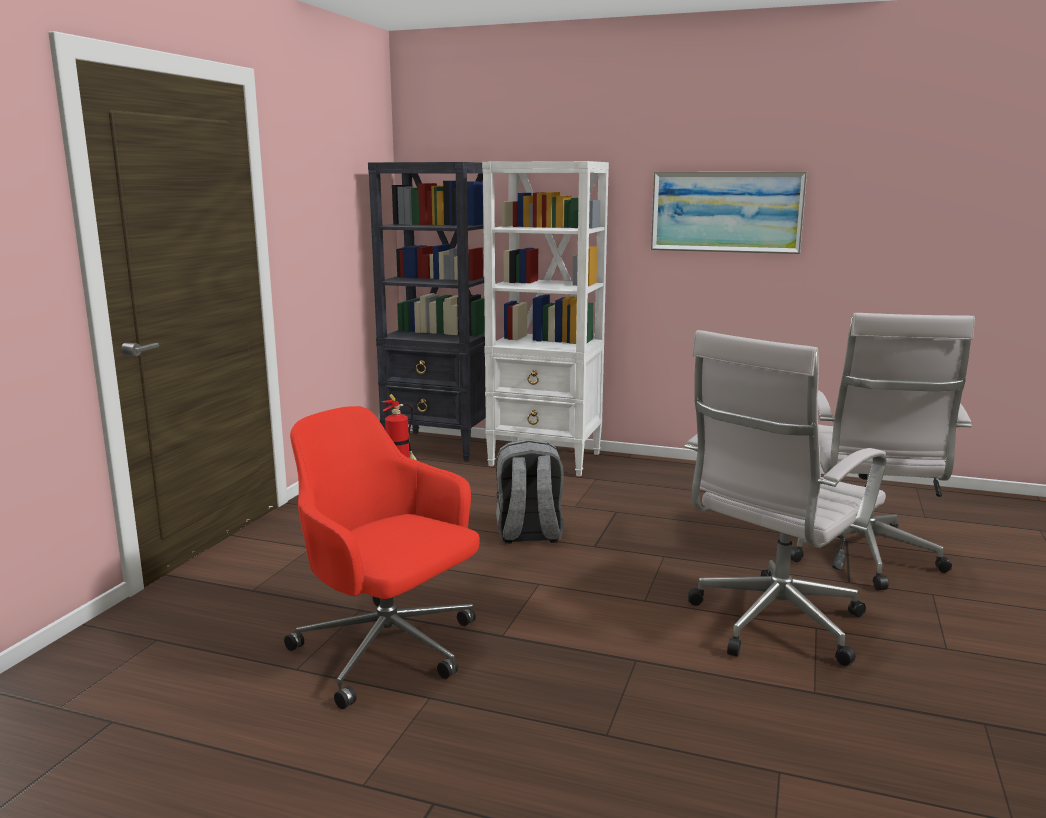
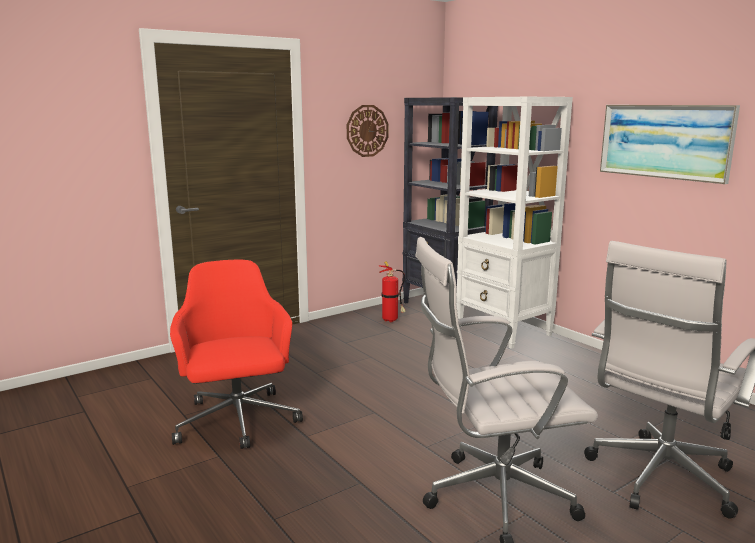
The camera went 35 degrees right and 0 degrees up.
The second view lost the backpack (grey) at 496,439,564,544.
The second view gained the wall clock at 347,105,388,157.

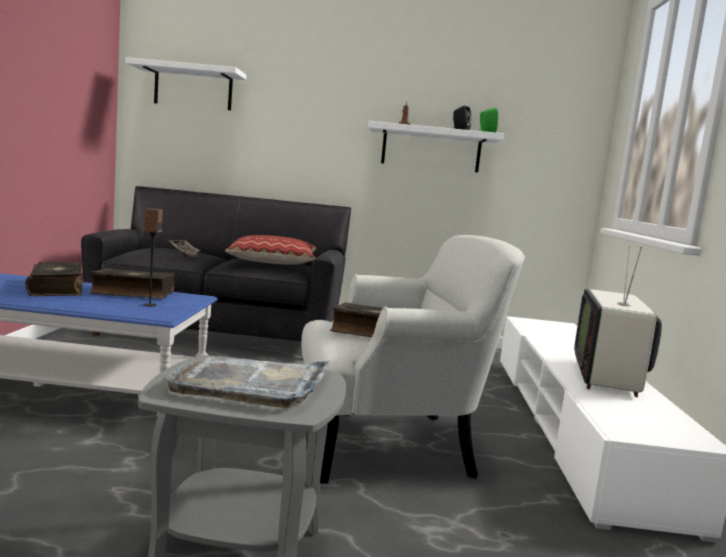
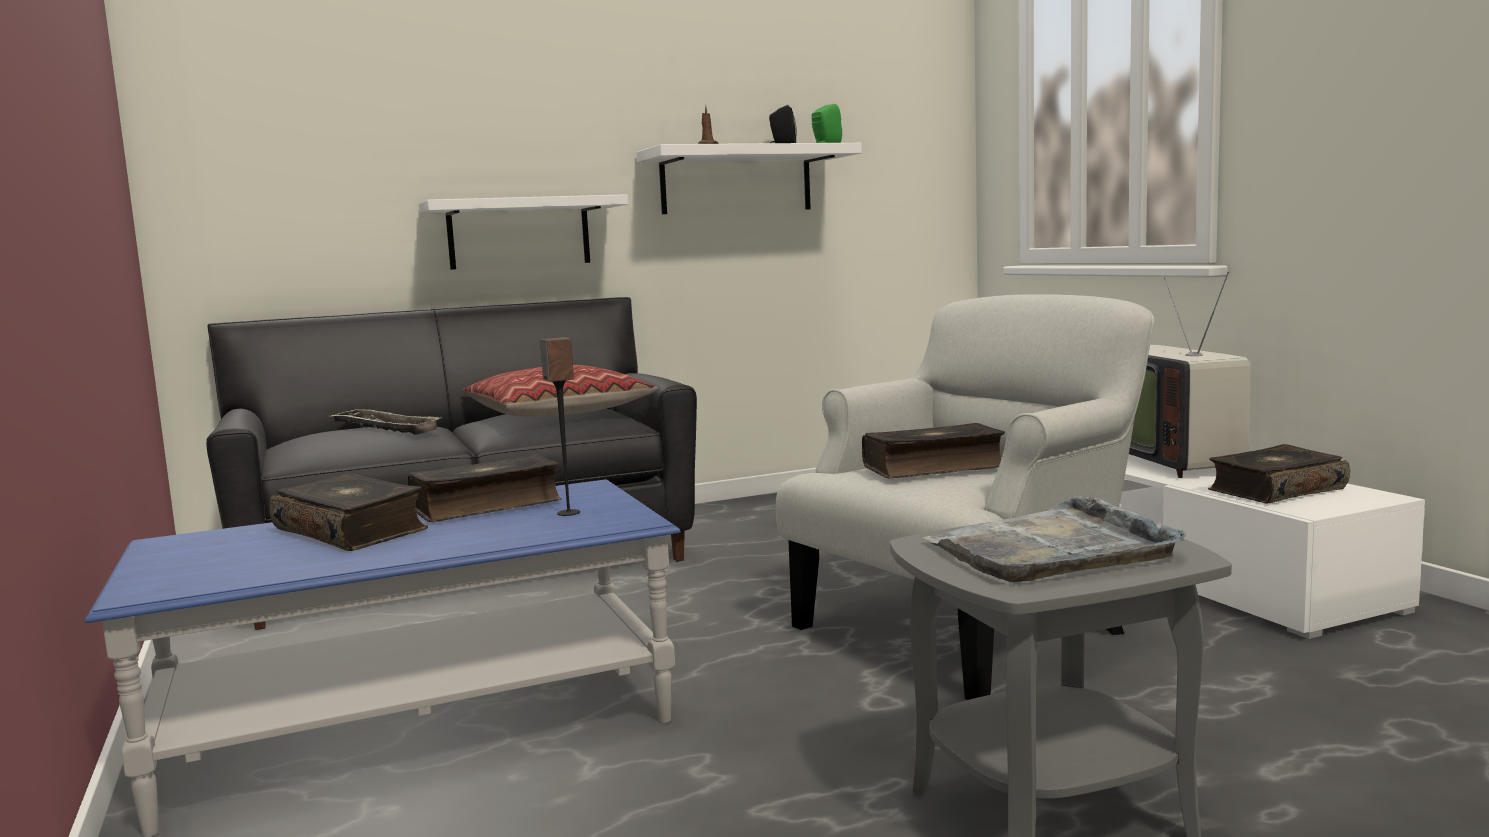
The camera went 25 degrees left and 0 degrees up.
The shelf (white) ended up elsewhere, having gone from 125,57,246,110 to 419,194,628,270.
The second view gained the book at 1208,444,1350,504.

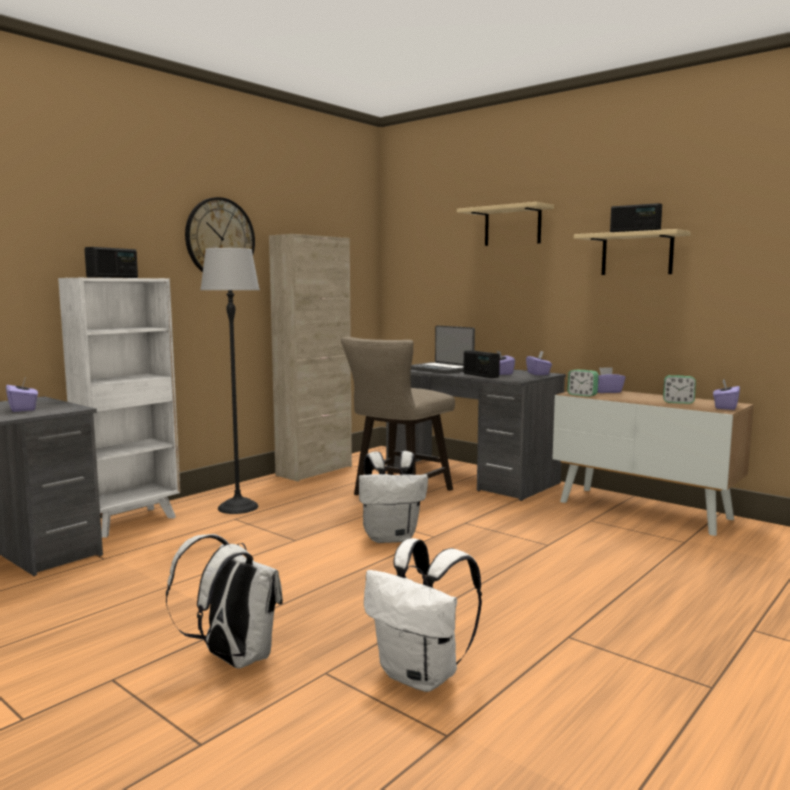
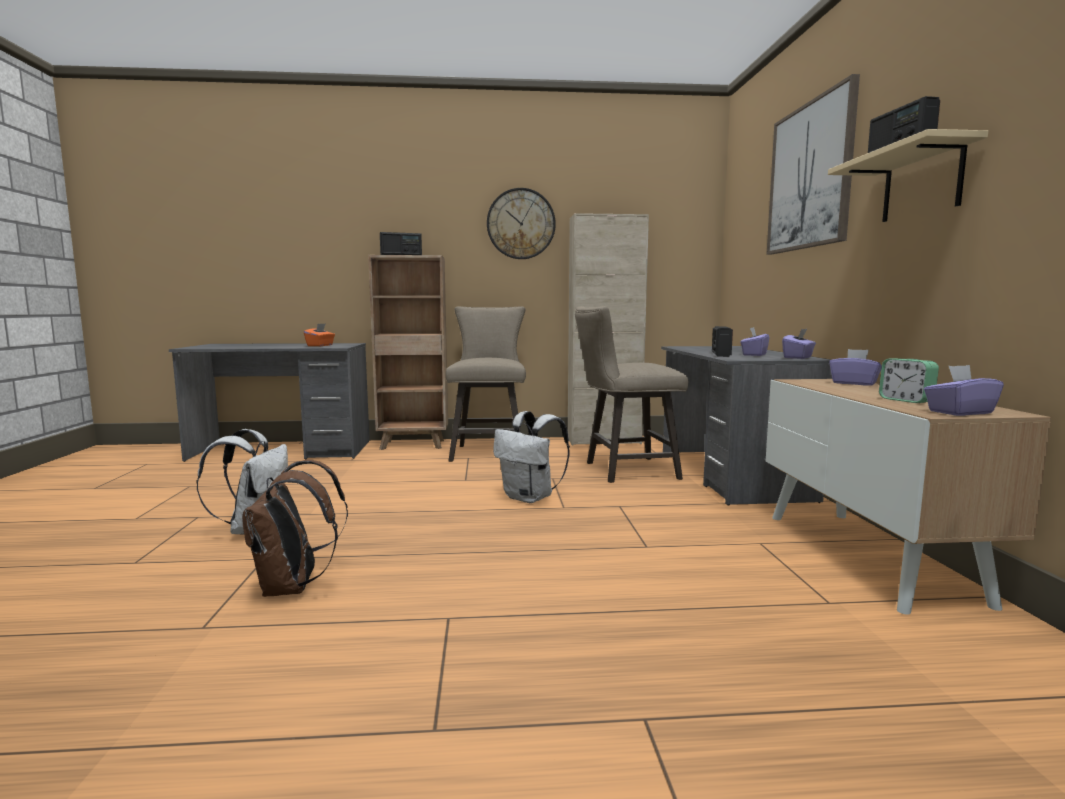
The camera went 45 degrees right and 0 degrees up.
Where the shelf (beige) hung at 457,202,554,246, the picture came to hang at 767,74,860,254.
Where the floor lamp stood at 200,248,260,514, the stool (beige) came to stand at 446,306,526,462.
What was the bookcase (white) at 58,278,180,538 turned into the bookcase (brown) at 368,255,448,450.
The second view lost the laptop at 411,325,475,374.
The second view lost the alarm clock at 567,370,599,397.
What was the tissue box (purple) at 6,377,38,412 turned into the tissue box (orange) at 304,324,335,346.
What was the backpack (white) at 364,538,482,692 turned into the backpack (brown) at 242,460,348,597.

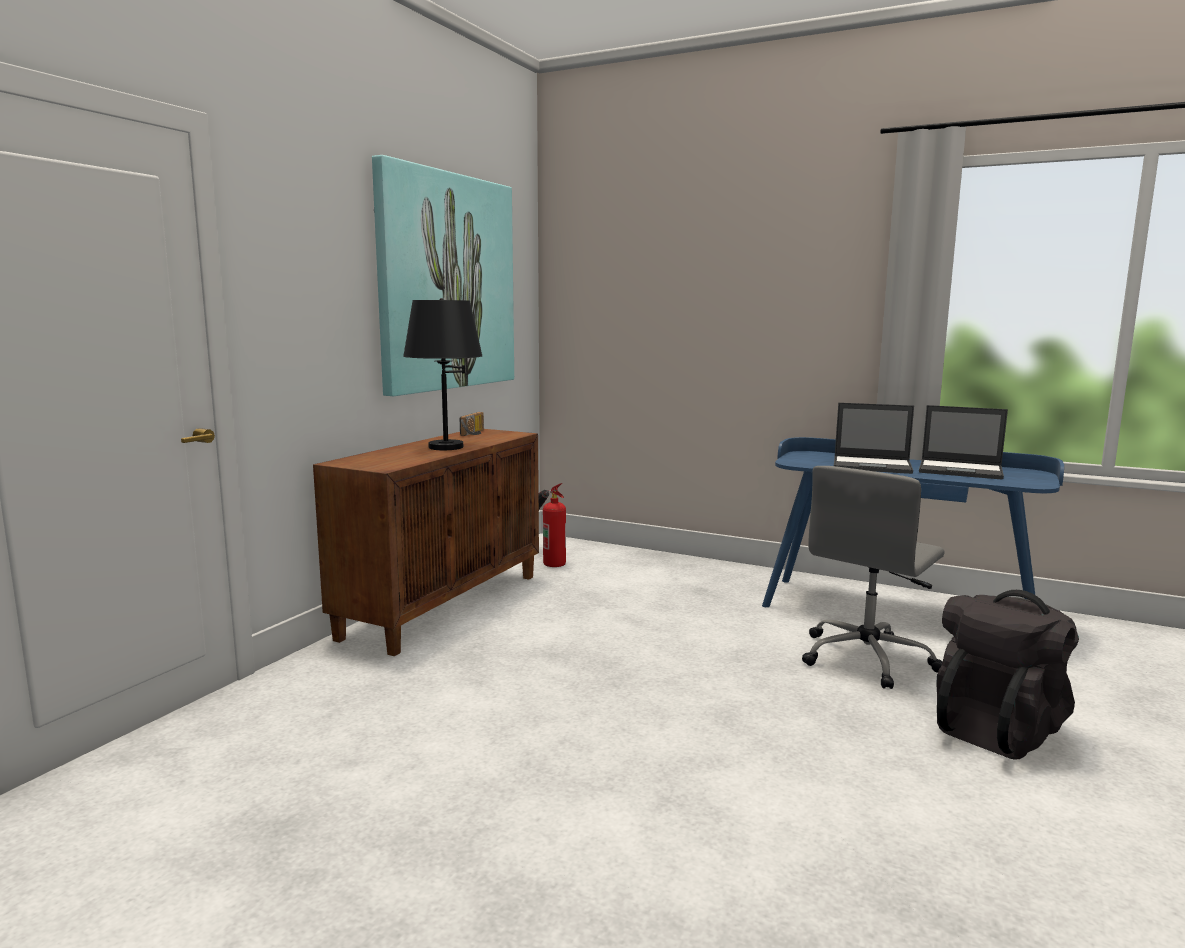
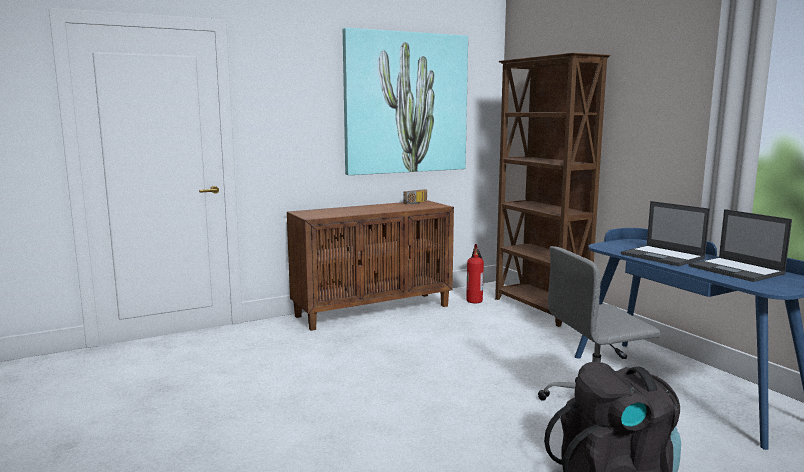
The camera went 35 degrees right and 0 degrees up.
The second view lost the table lamp (black) at 403,298,482,450.
The second view gained the bookcase (brown) at 495,53,610,327.

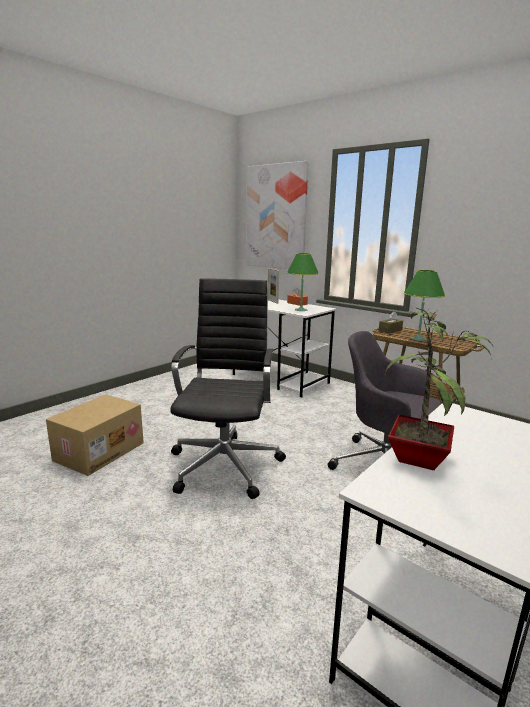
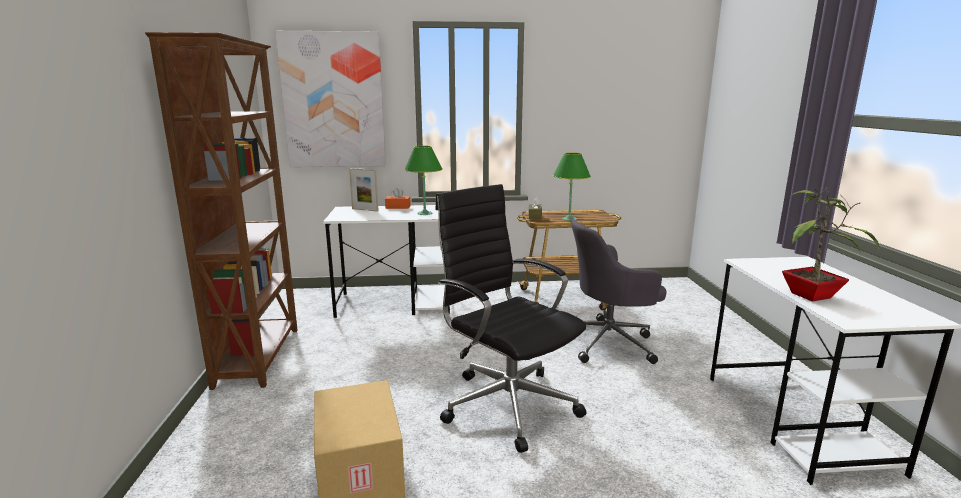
The camera went 45 degrees left and 0 degrees up.
The second view gained the bookcase (brown) at 145,32,298,390.

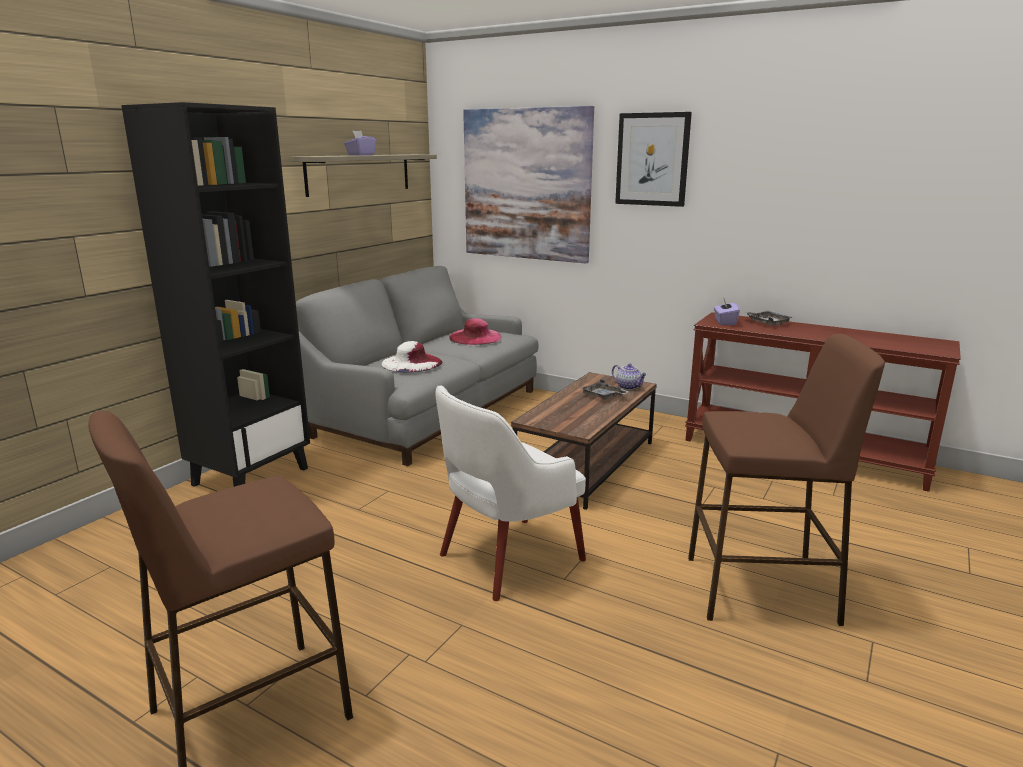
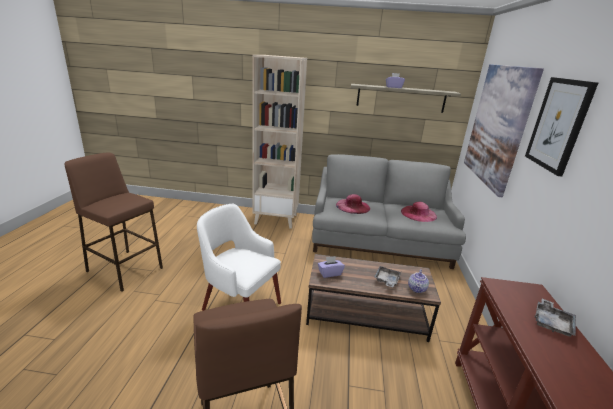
The camera went 65 degrees right and 5 degrees up.
What was the bookcase (black) at 121,102,310,487 turned into the bookcase (beige) at 253,55,307,229.
The tissue box (purple) ended up elsewhere, having gone from 714,297,740,325 to 318,256,345,278.
What was the hat (white) at 381,341,443,372 turned into the hat (pink) at 336,194,370,214.

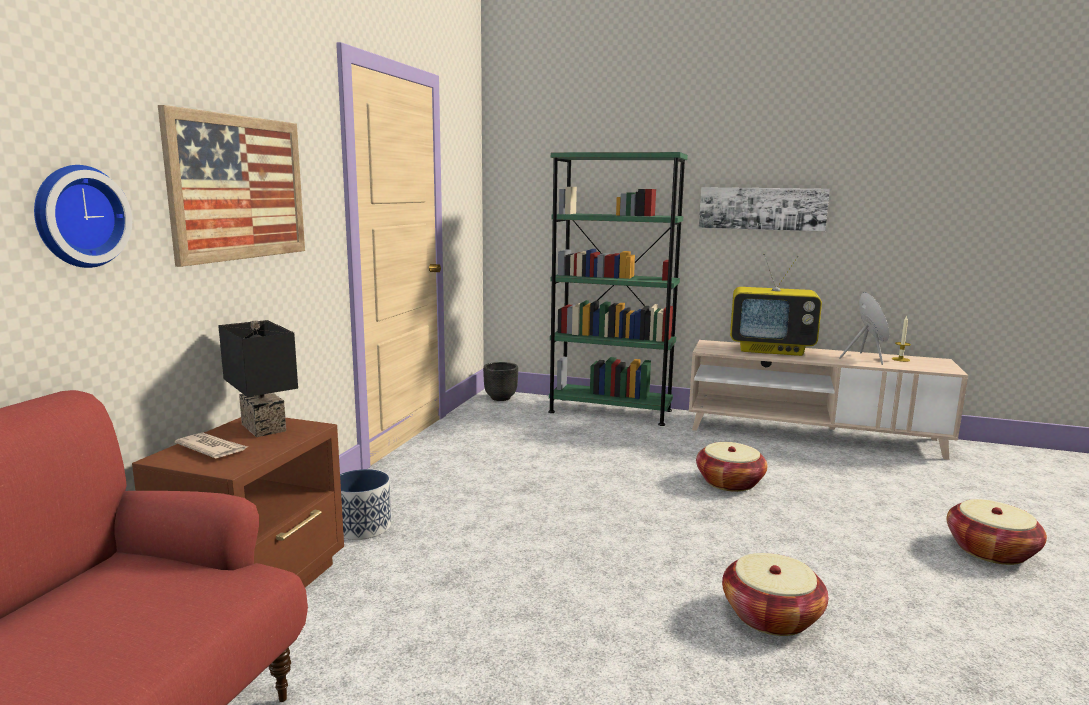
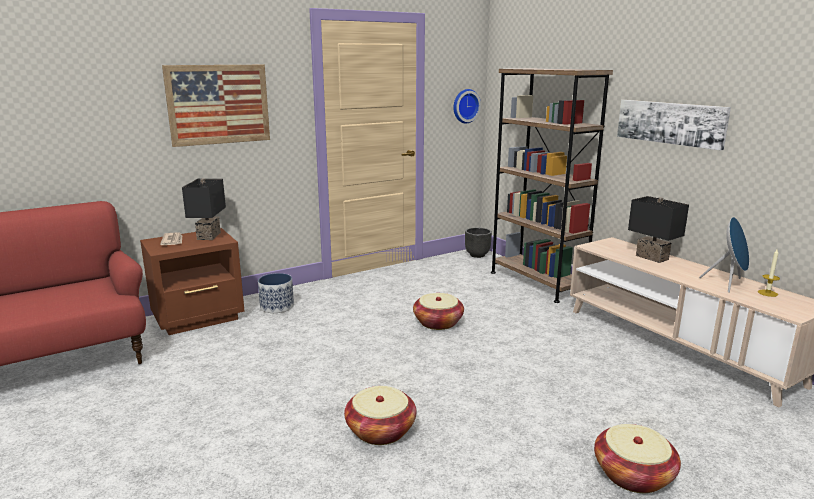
The camera went 40 degrees right and 5 degrees up.
What was the bookcase (green) at 548,152,688,426 turned into the bookcase (brown) at 491,68,613,303.
The wall clock ended up elsewhere, having gone from 34,165,132,268 to 453,89,481,123.
Where the television stood at 730,253,822,356, the table lamp (black) came to stand at 628,196,689,263.
The basket ended up elsewhere, having gone from 696,442,767,492 to 413,293,464,330.

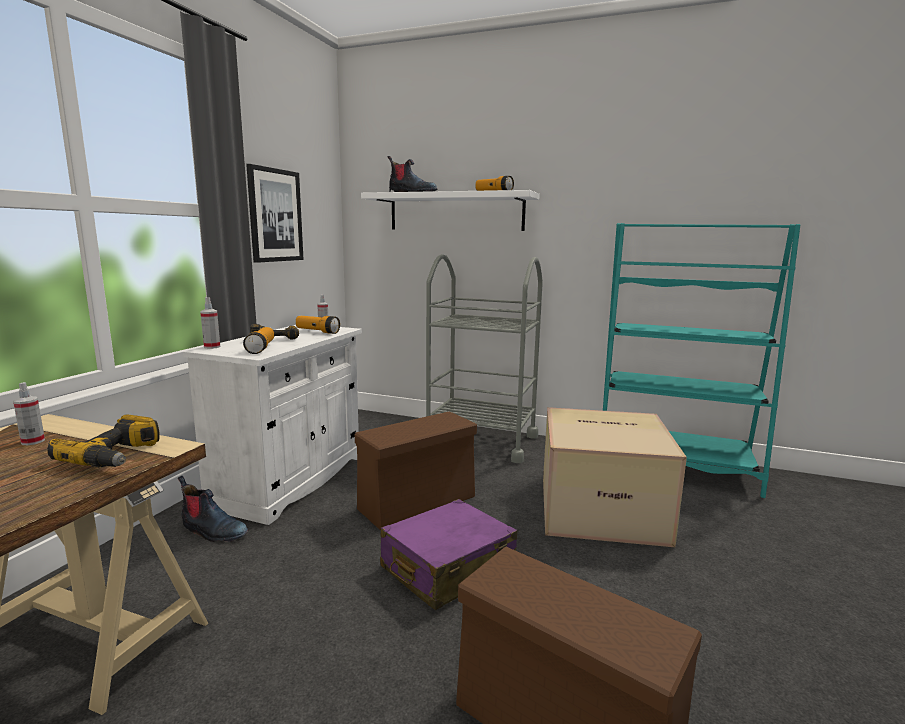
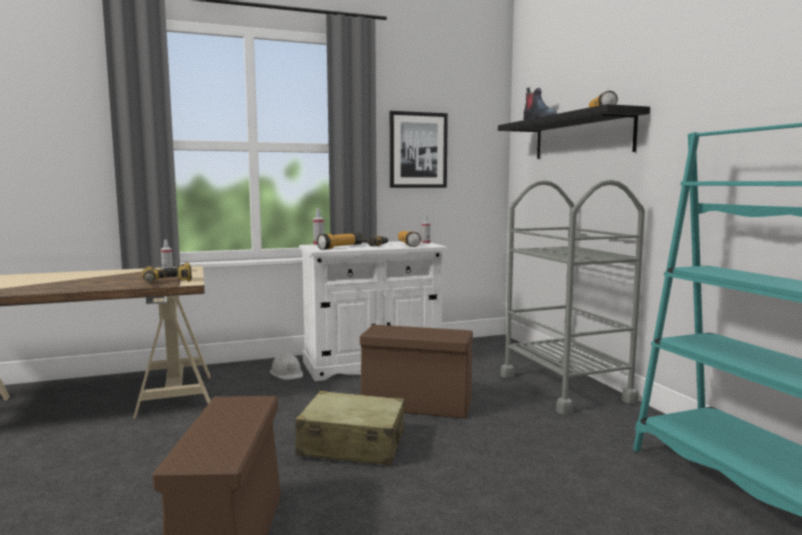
The camera went 50 degrees right and 5 degrees down.
What was the shelf (white) at 361,190,540,231 turned into the shelf (black) at 498,104,650,159.
The second view lost the cardboard box at 543,407,687,547.
Where the boot stood at 178,476,248,542, the hard hat (white) came to stand at 270,353,303,380.
What was the suitcase (purple) at 380,499,517,610 turned into the suitcase (beige) at 295,391,405,466.

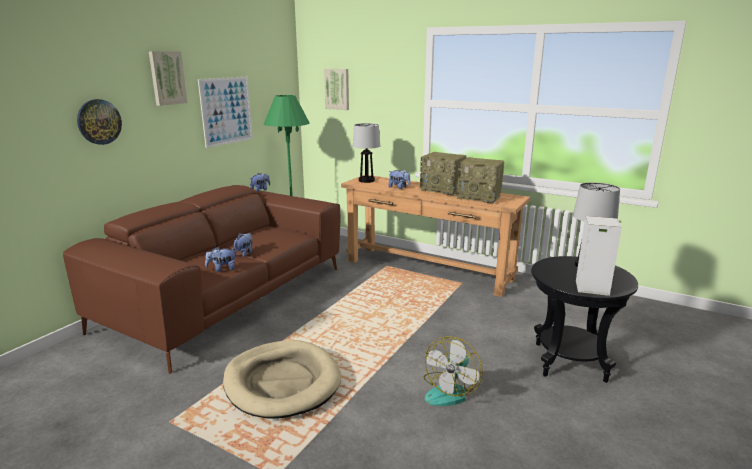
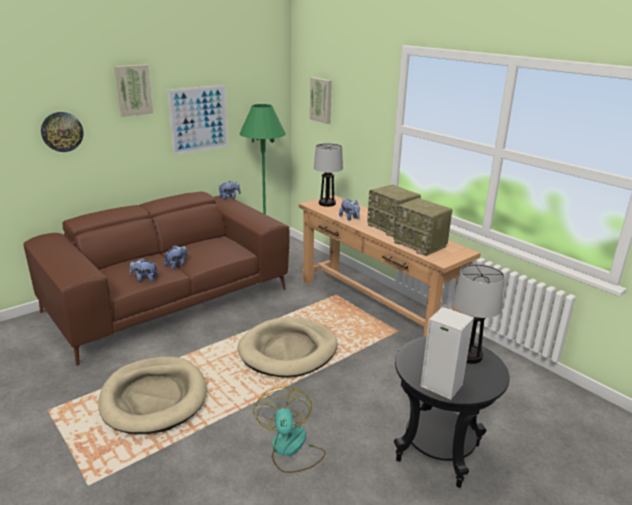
The camera went 20 degrees right and 5 degrees up.
The fan at 424,336,483,406 ended up facing another way, 120 degrees clockwise from before.
The second view gained the dog bed (beige) at 238,317,338,377.

